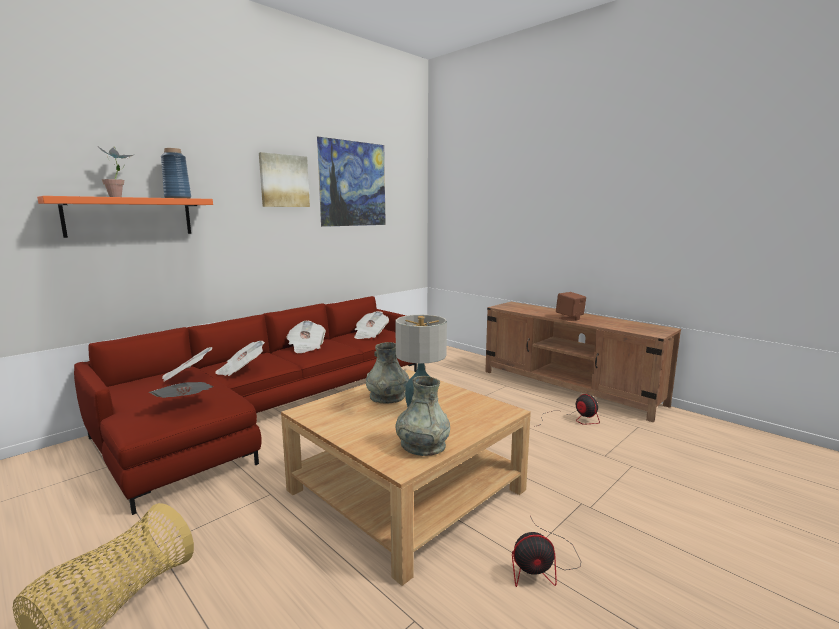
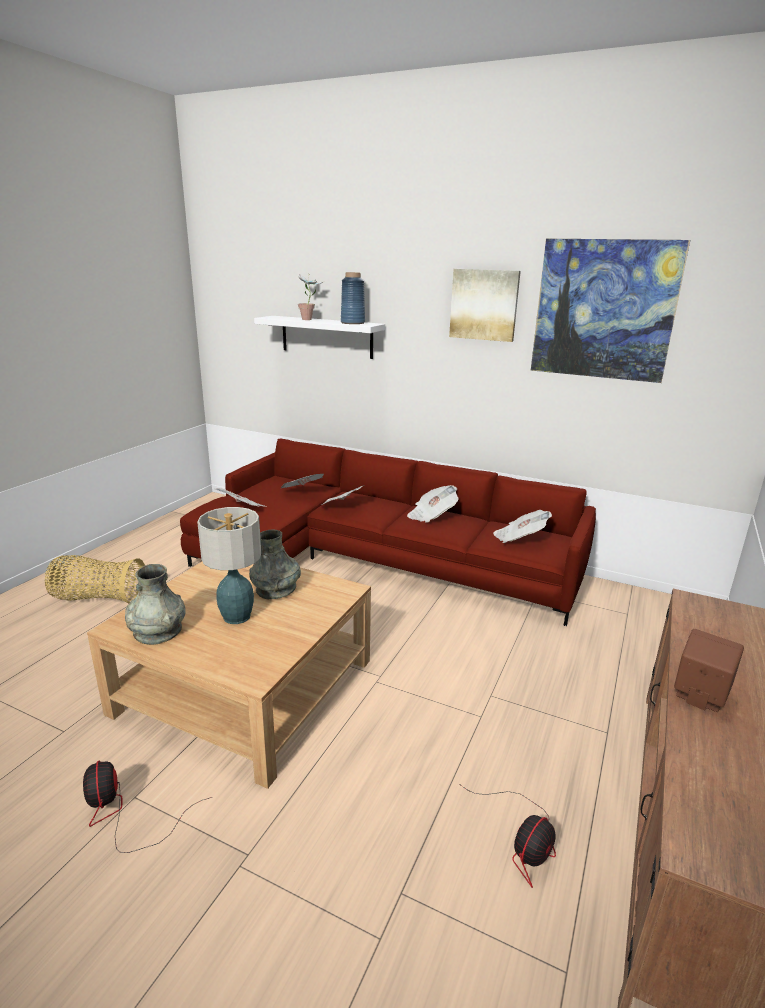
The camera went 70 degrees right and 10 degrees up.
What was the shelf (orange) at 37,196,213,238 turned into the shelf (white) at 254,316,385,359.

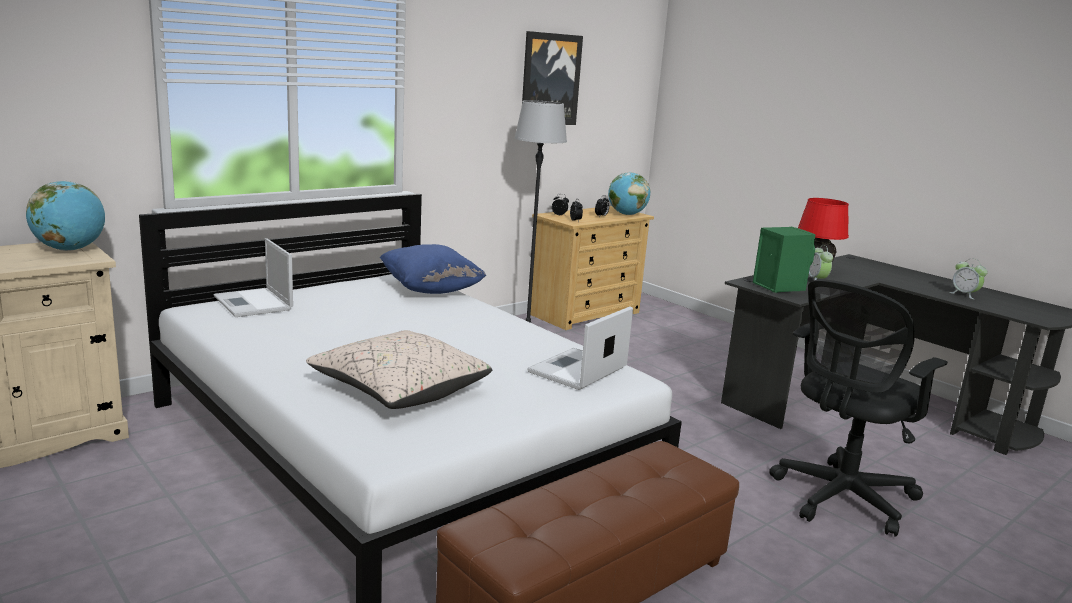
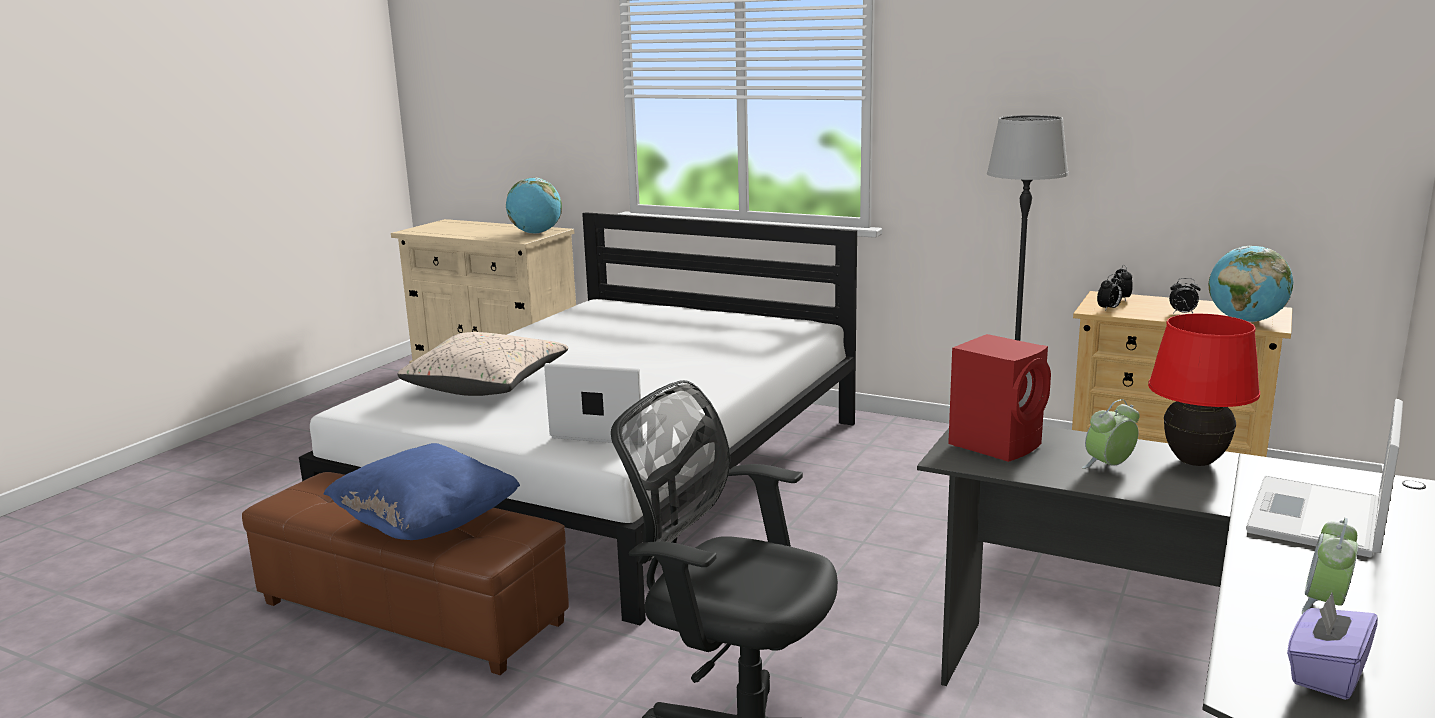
The camera went 70 degrees right and 0 degrees up.
The second view lost the picture at 522,31,583,125.
What was the speaker (green) at 753,227,816,293 turned into the speaker (red) at 948,334,1051,462.
The laptop ended up elsewhere, having gone from 213,238,293,317 to 1246,399,1403,558.
The pillow (blue) ended up elsewhere, having gone from 380,244,487,294 to 324,443,520,540.
The second view gained the tissue box (purple) at 1287,593,1378,700.

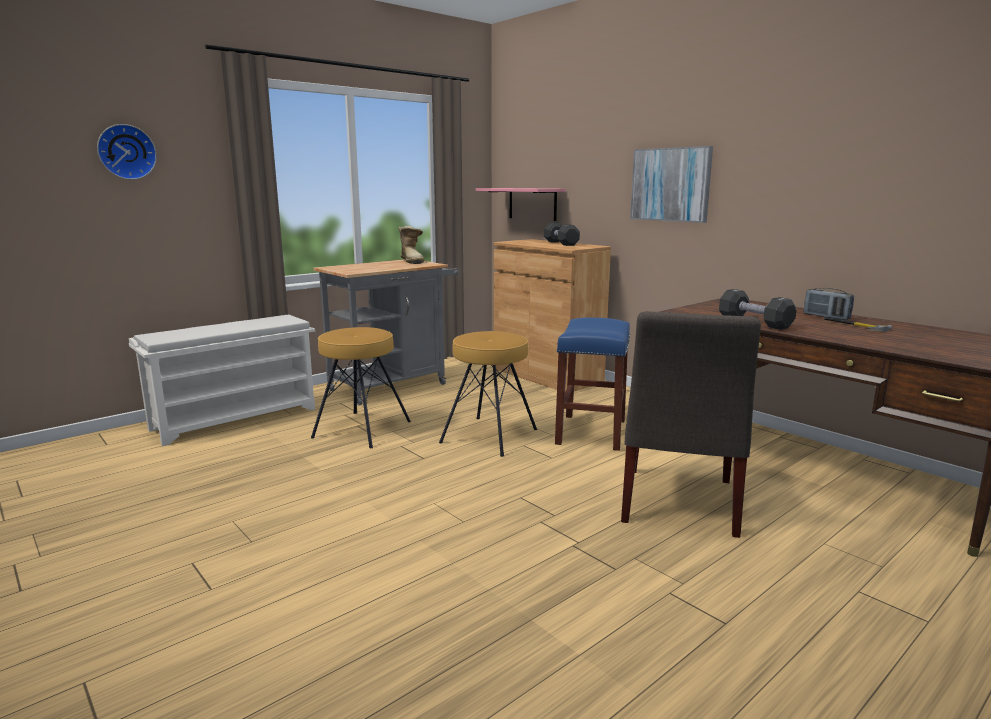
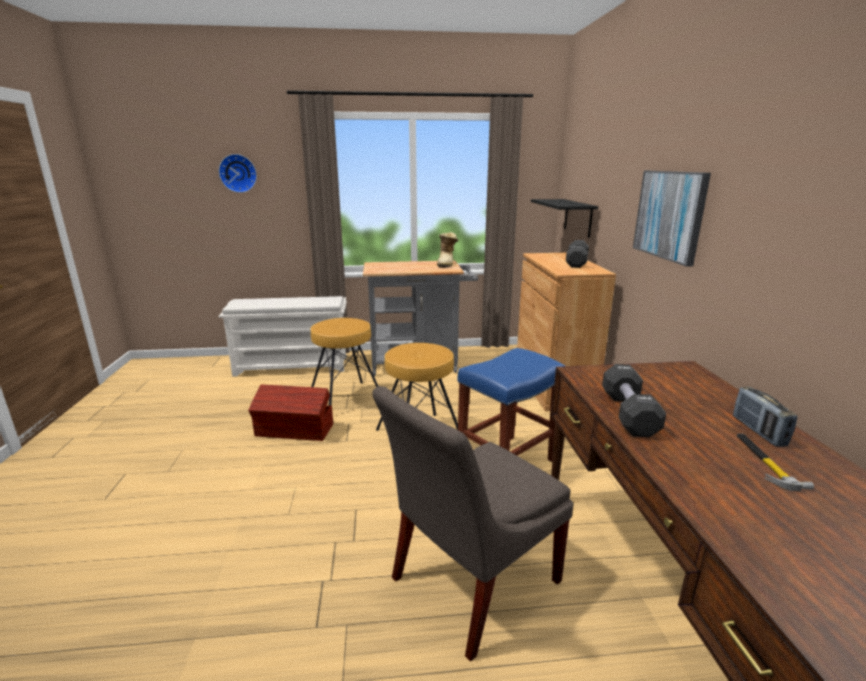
The camera went 35 degrees right and 5 degrees up.
What was the shelf (pink) at 476,188,566,221 turned into the shelf (black) at 531,199,598,238.
The second view gained the storage box (brown) at 248,384,333,441.

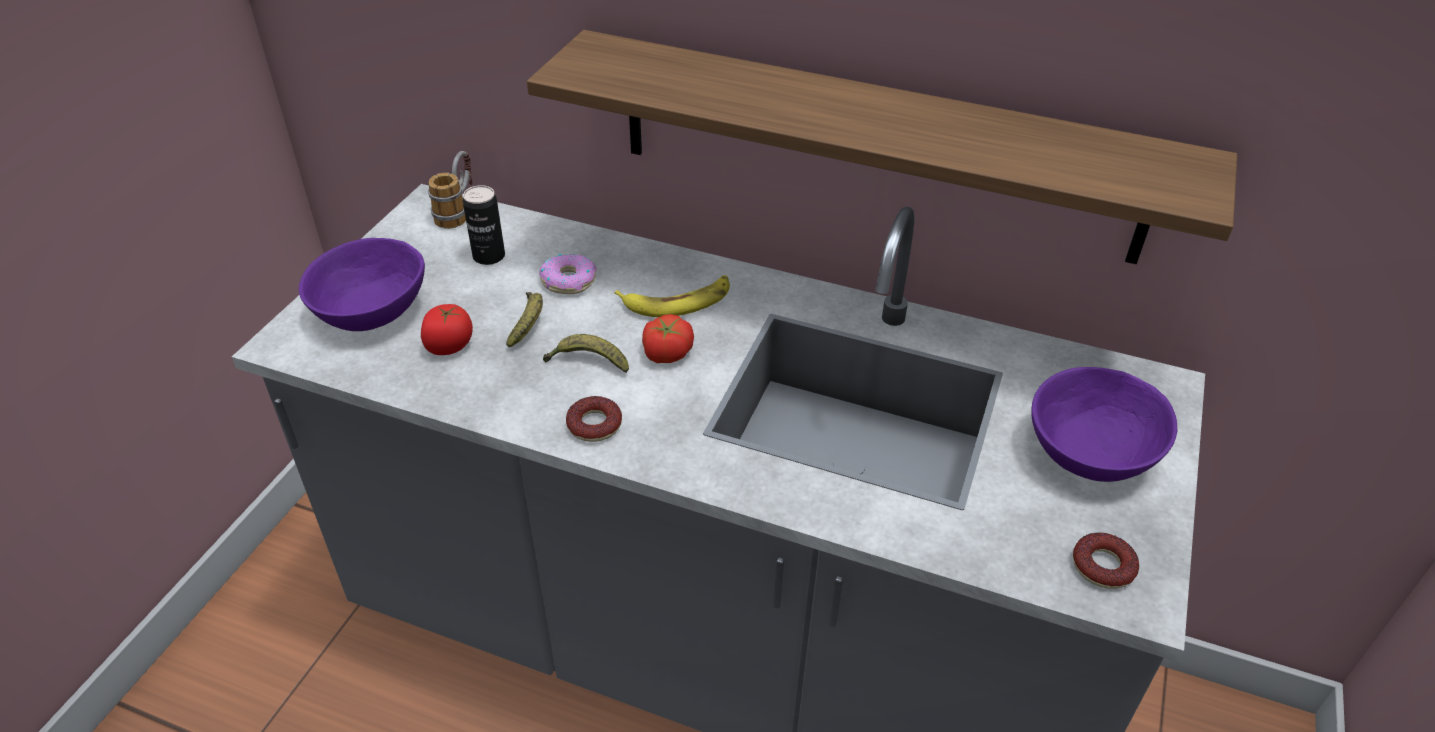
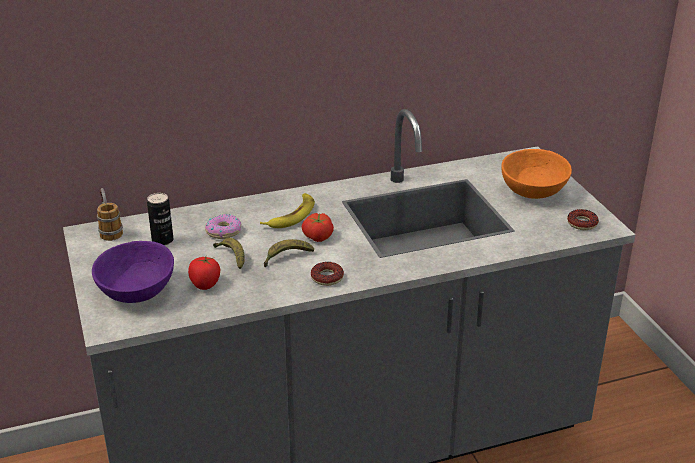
The camera went 40 degrees left and 10 degrees down.
The second view lost the shelf at 527,30,1237,264.
What was the bowl (purple) at 1031,367,1177,482 turned into the bowl (orange) at 501,149,572,199.

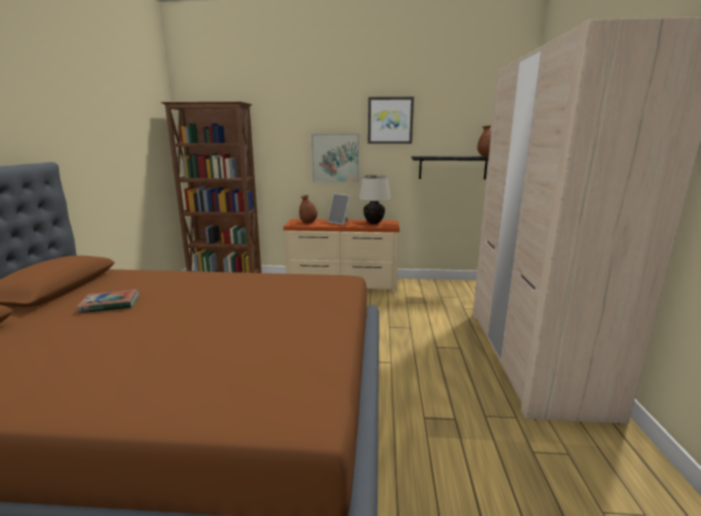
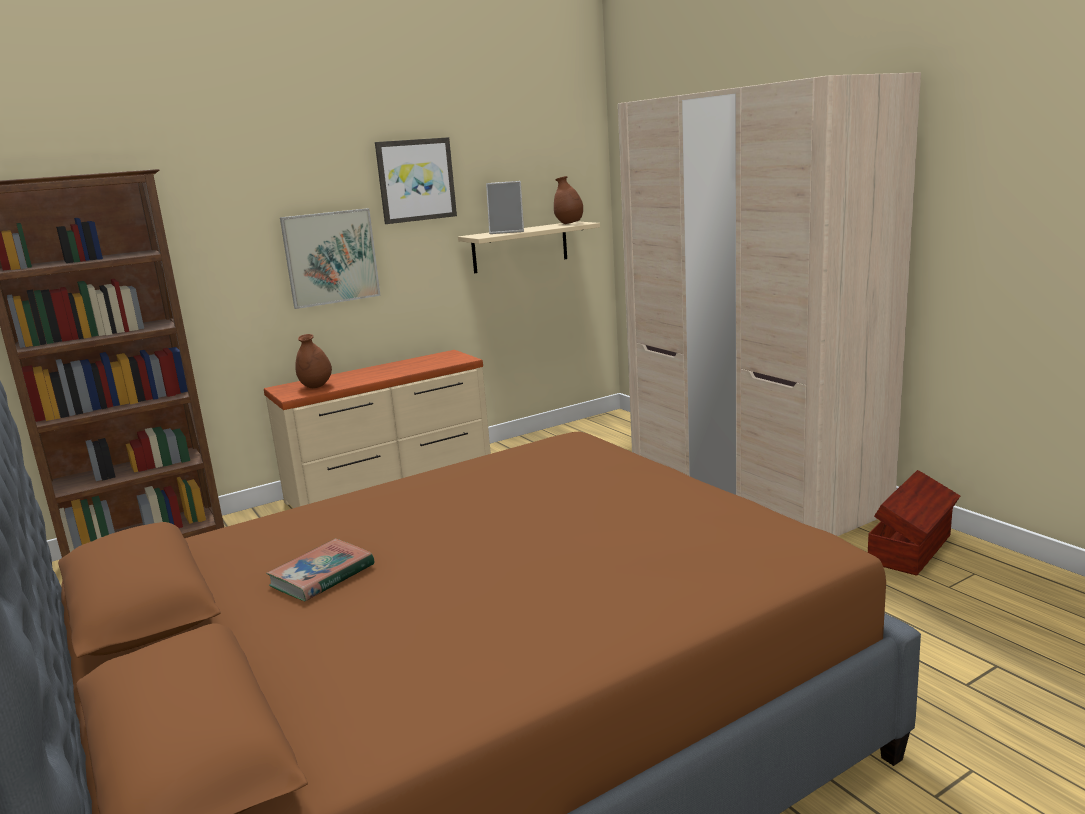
The camera went 35 degrees left and 0 degrees up.
What was the shelf (black) at 411,156,489,180 turned into the shelf (beige) at 458,221,600,273.
The second view lost the table lamp (beige) at 358,175,391,224.
The picture frame ended up elsewhere, having gone from 328,194,350,225 to 486,181,524,234.
The second view gained the storage box (brown) at 868,470,960,576.

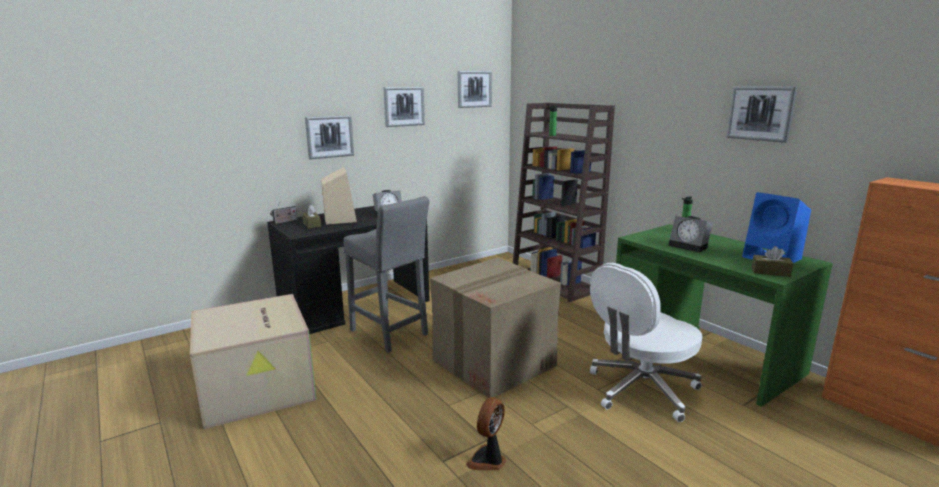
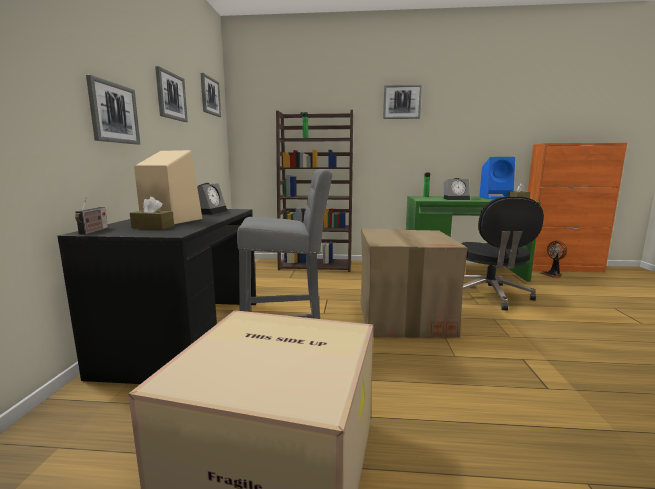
The camera went 50 degrees left and 5 degrees down.
The picture ended up elsewhere, having gone from 726,86,798,143 to 383,84,422,119.
What was the office chair (white) at 590,263,702,422 turned into the office chair (black) at 461,196,544,311.
The fan ended up elsewhere, having gone from 466,397,507,470 to 540,241,567,278.

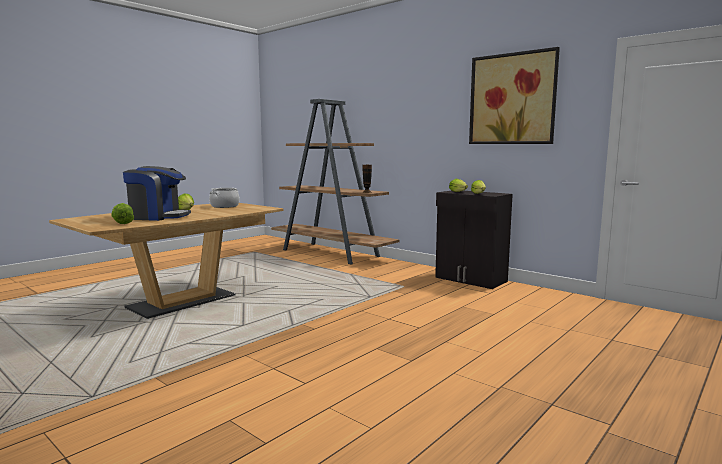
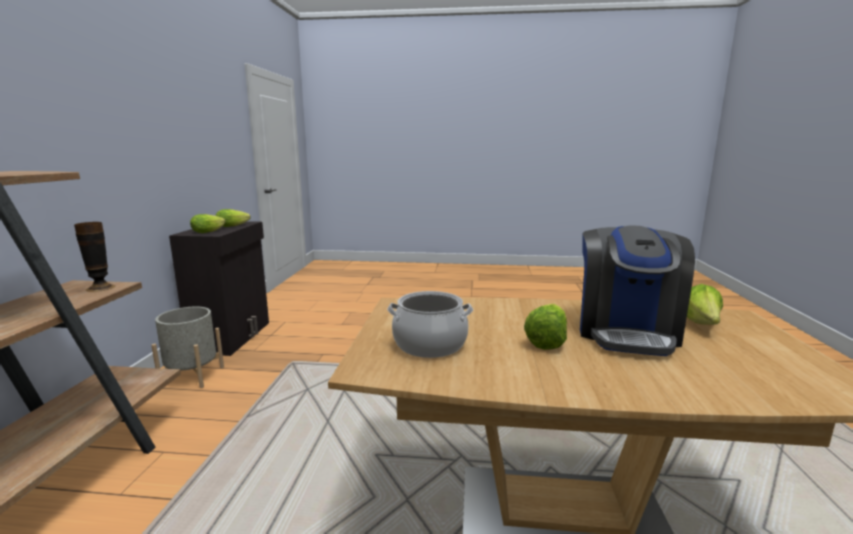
The camera went 125 degrees left and 5 degrees up.
The second view lost the picture at 469,47,560,144.
The coffee machine at 123,166,191,221 ended up facing another way, 135 degrees counterclockwise from before.
The second view gained the planter (grey) at 151,307,224,388.

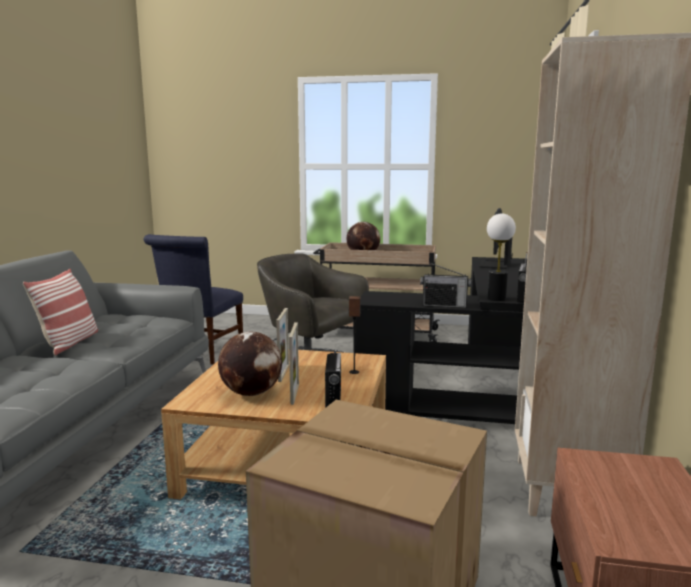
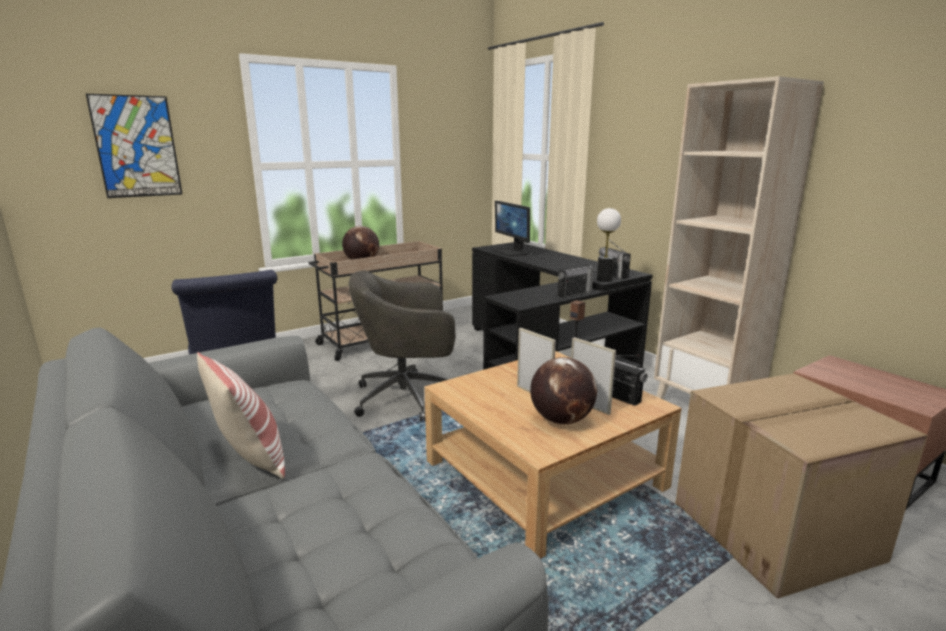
The camera went 45 degrees left and 5 degrees up.
The second view gained the picture at 86,94,182,198.

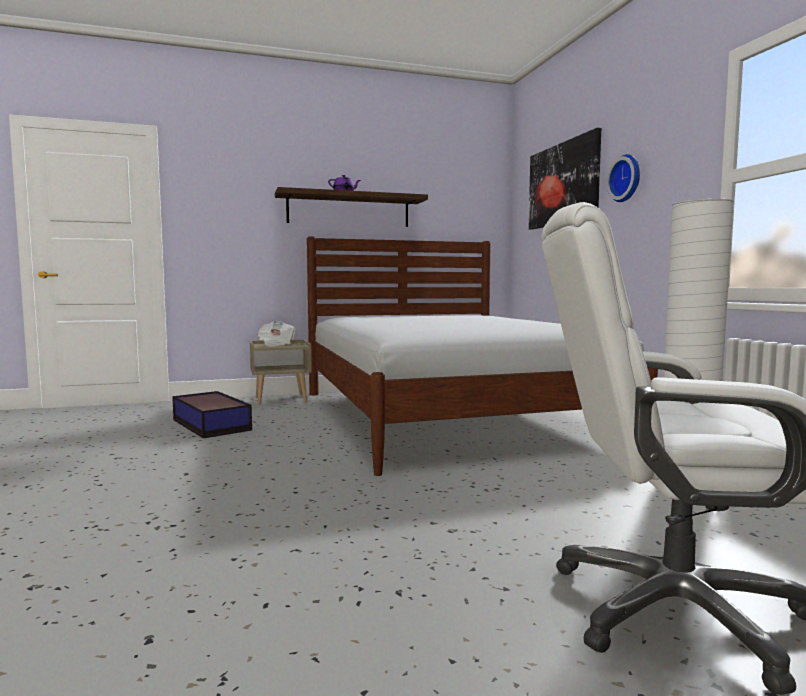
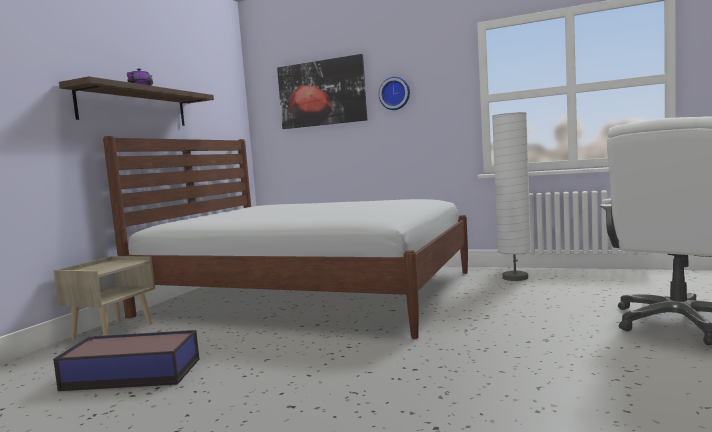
The camera went 50 degrees left and 0 degrees up.
The second view lost the newspaper at 257,321,296,347.

